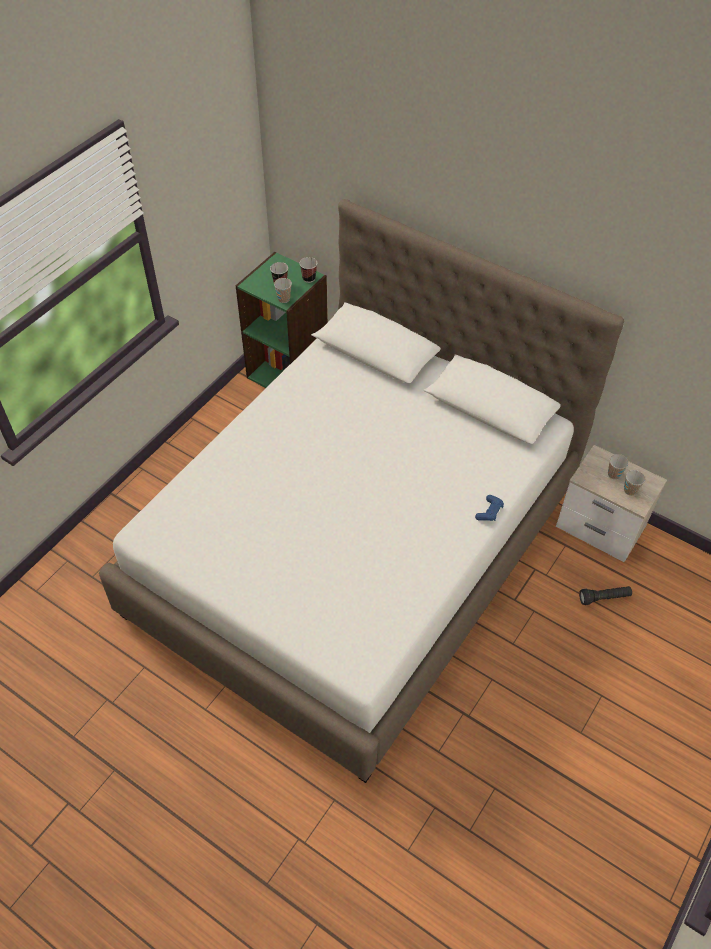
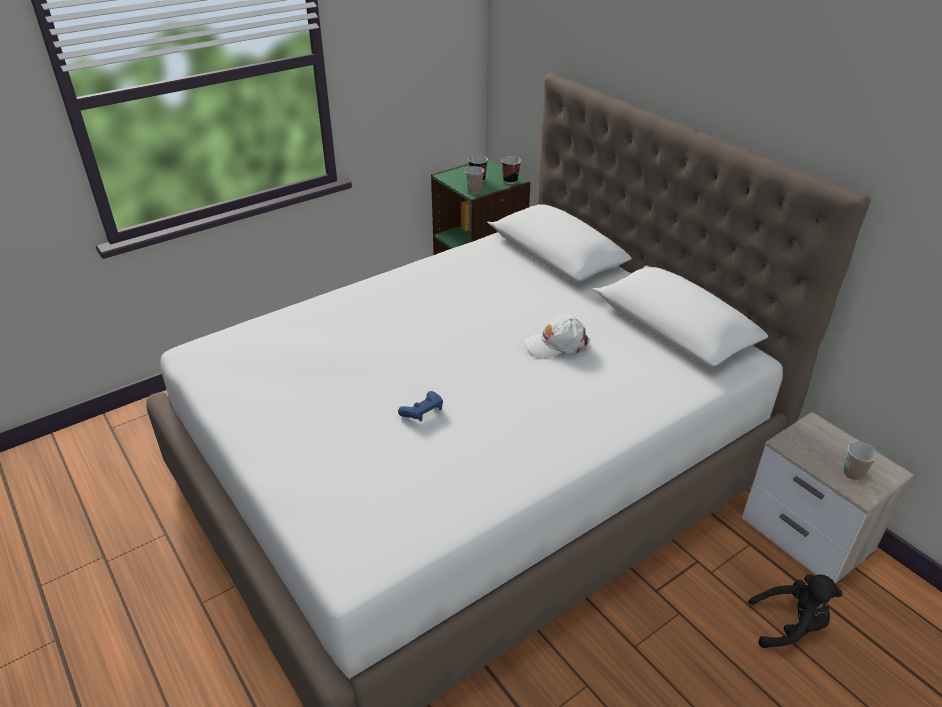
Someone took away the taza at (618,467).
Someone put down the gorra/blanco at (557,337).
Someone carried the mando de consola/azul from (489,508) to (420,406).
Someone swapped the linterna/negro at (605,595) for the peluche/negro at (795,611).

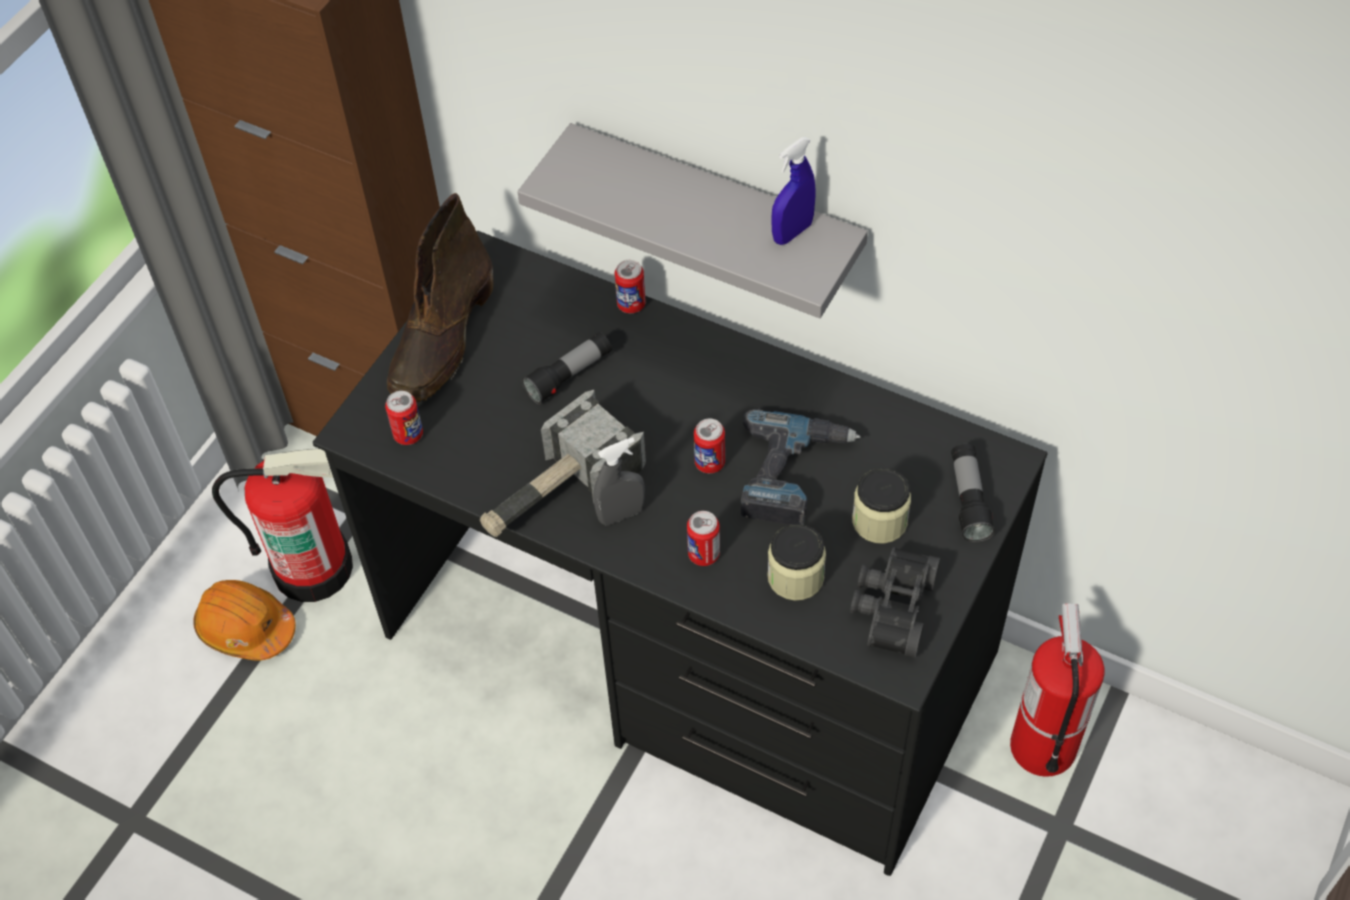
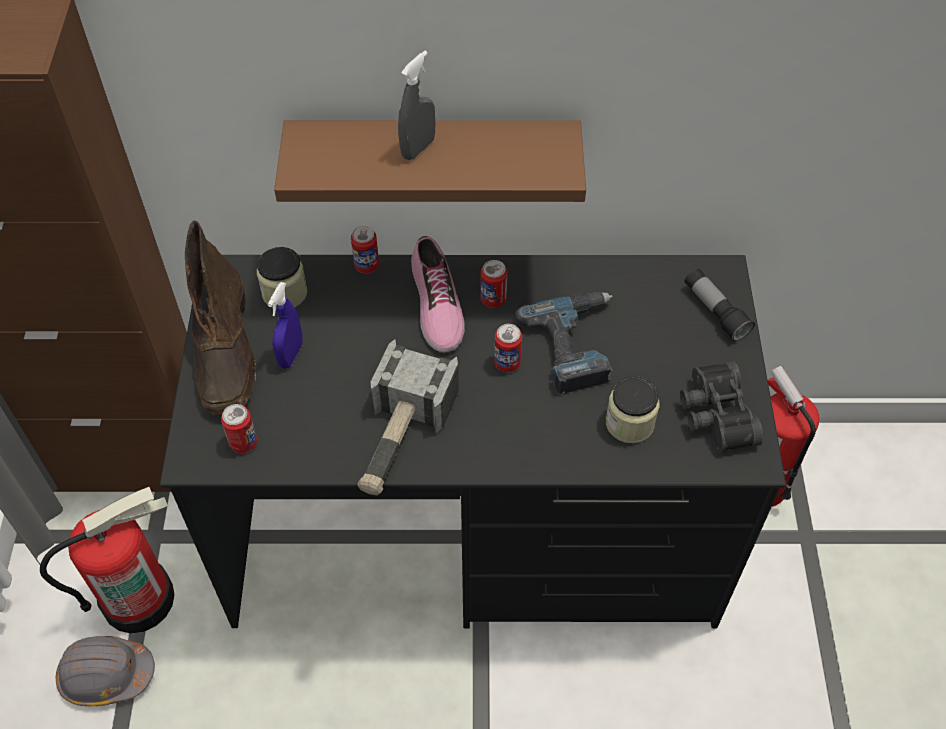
Someone took away the linterna at (567,368).
Someone put down the zapato at (438,294).
Someone carried the pulverizador/gris from (619,481) to (416,105).
Someone carried the lata from (703,538) to (494,284).
Someone carried the pulverizador/azul from (793,191) to (285,325).
Someone carried the tarro from (881,505) to (282,277).
Someone repainted the casco/naranja at (244,620), which became the casco/gris at (105,671).
Someone repainted the estante/gris at (693,220), which became the estante/marrón at (430,161).

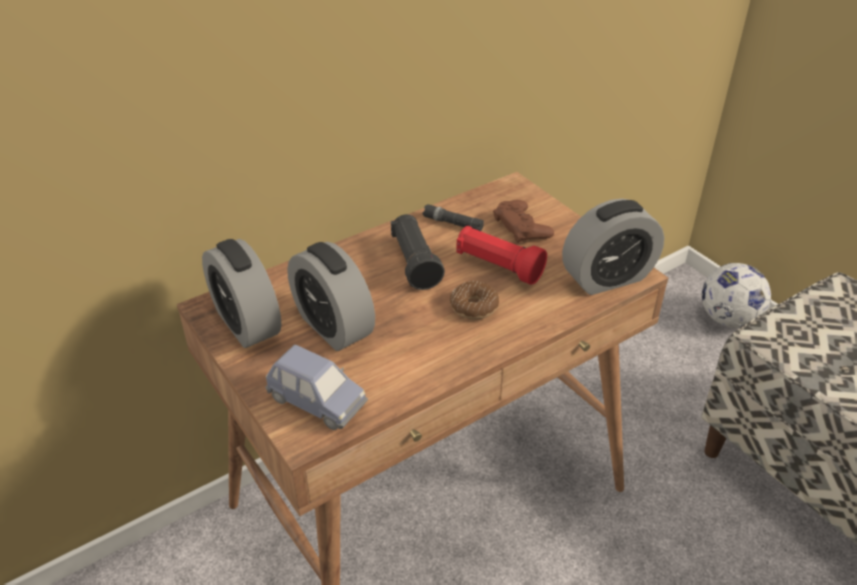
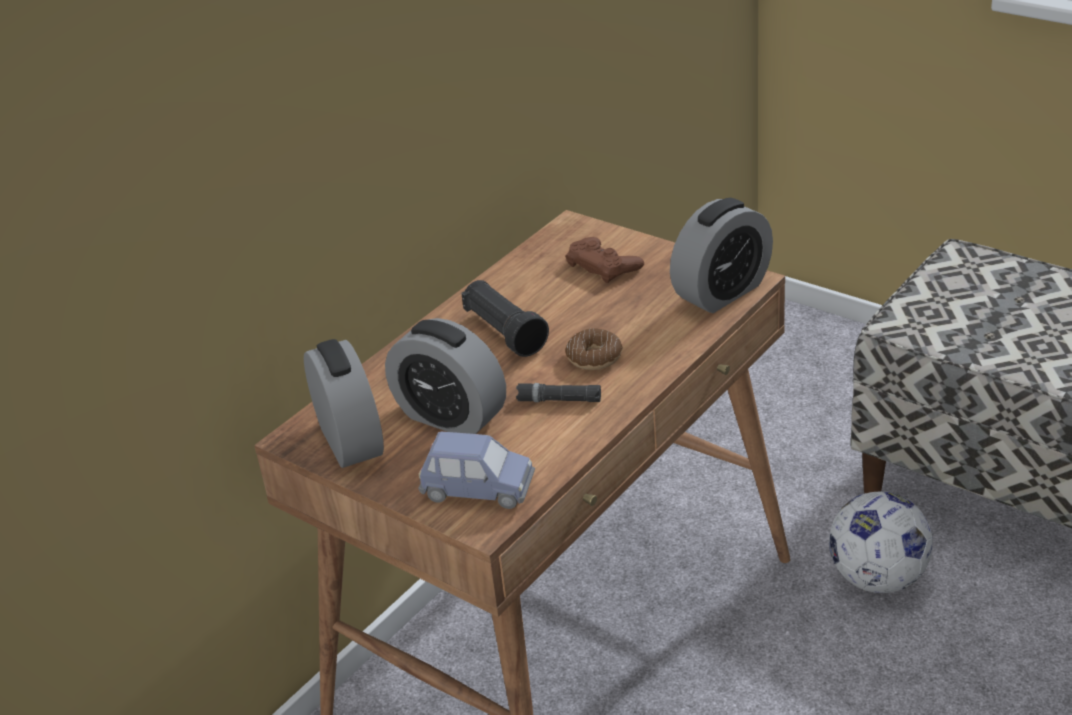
Someone took away the linterna/rojo at (501,255).
Someone carried the linterna/negro from (453,217) to (558,392).
Someone carried the balón de fútbol from (736,295) to (881,542).
Someone rotated the despertador at (242,293) by 150 degrees counterclockwise.

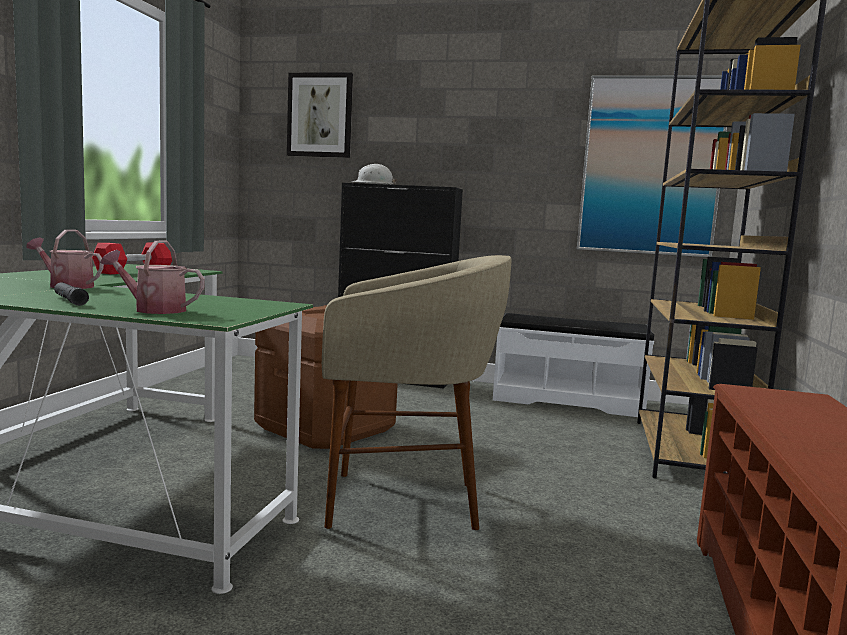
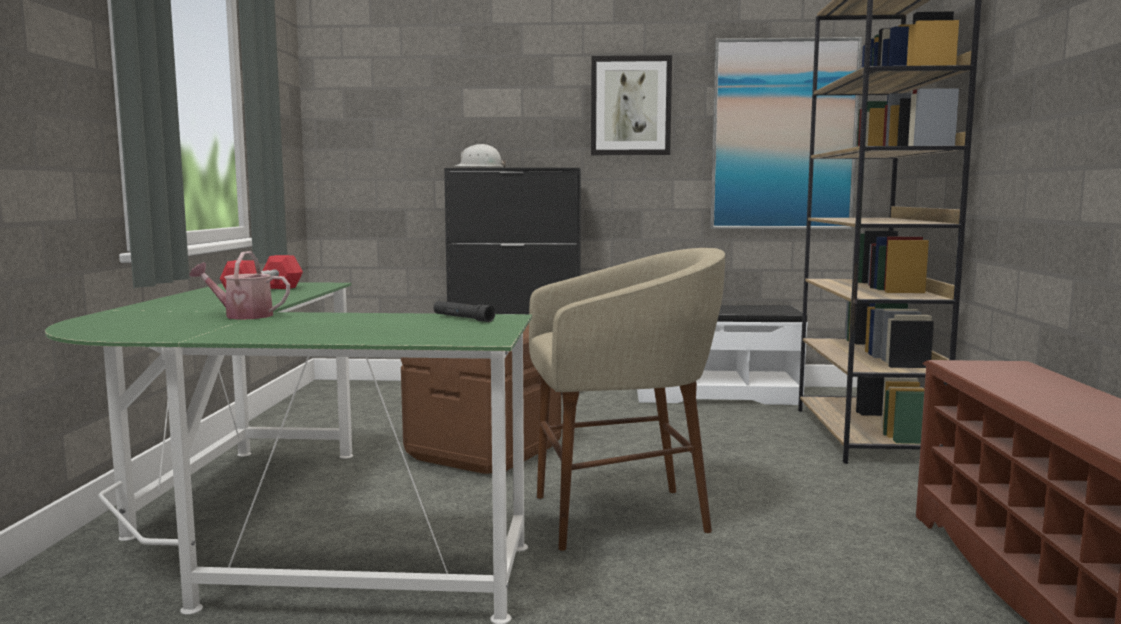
Someone took away the regadera at (152,277).
Someone carried the linterna/negro from (71,294) to (464,311).
Someone carried the cuadro from (320,115) to (631,105).

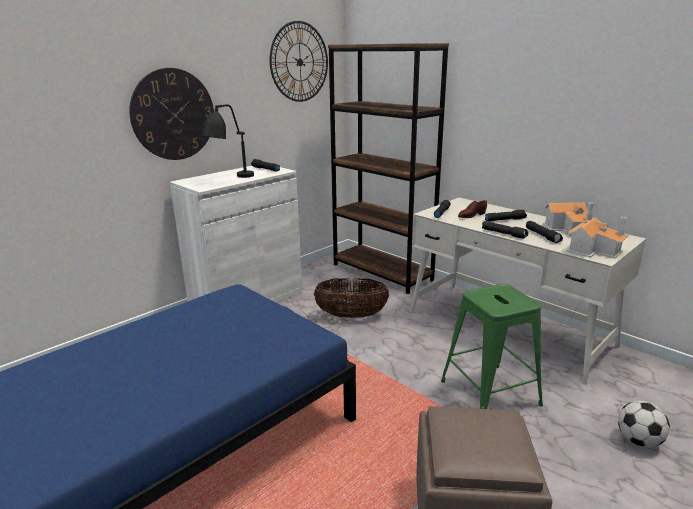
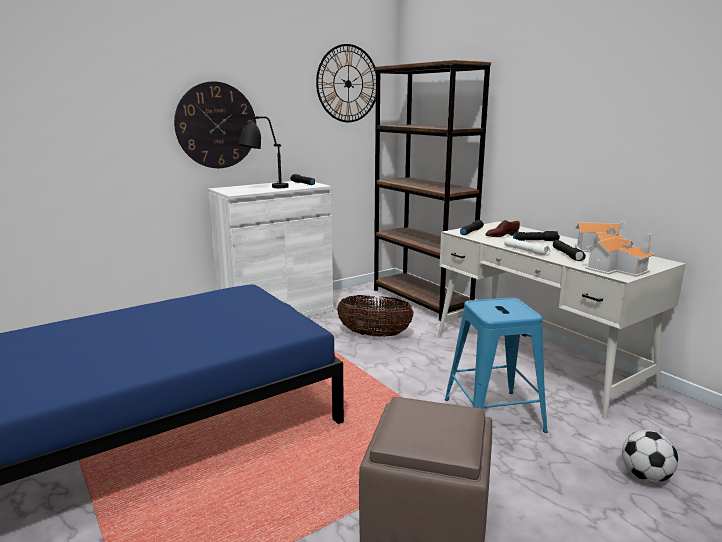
Someone repainted the taburete/verde at (492,346), which became the taburete/azul at (496,365).
Someone repainted the linterna/negro at (505,230), which became the linterna/blanco at (527,247).

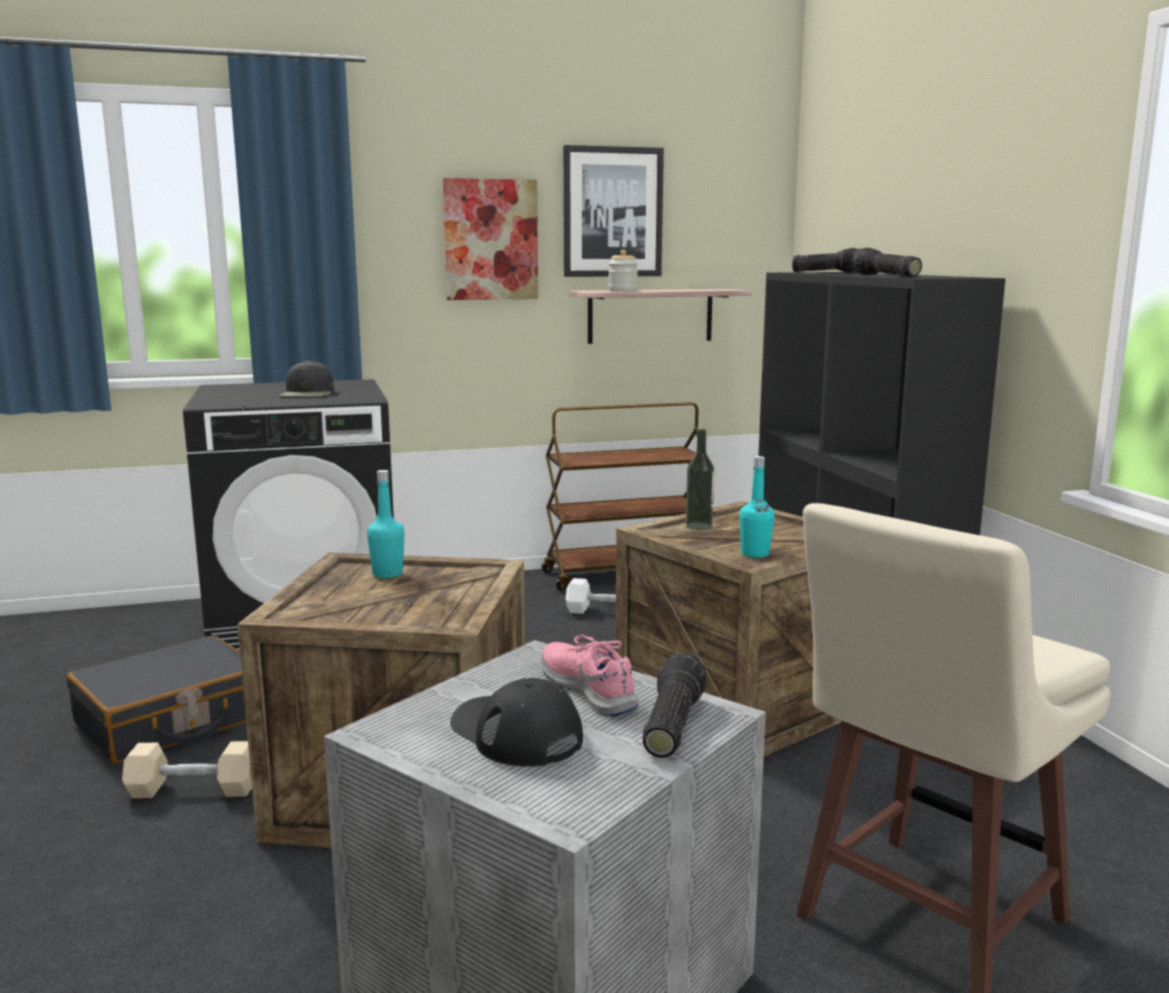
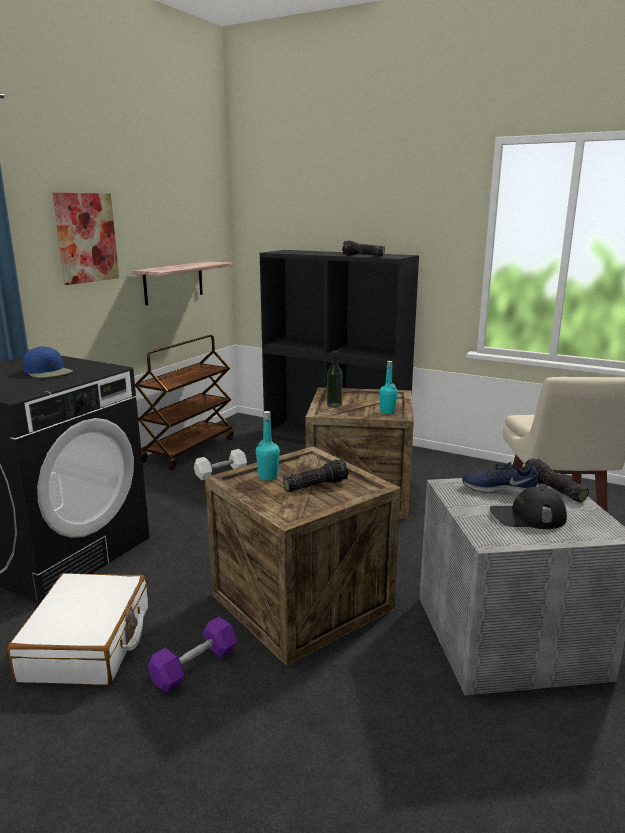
Someone took away the cuadro at (613,211).
Someone took away the tarro at (623,270).
Someone carried the linterna from (825,260) to (316,475).
Someone repainted the maleta/negro at (156,699), which became the maleta/blanco at (78,629).
Someone repainted the mancuerna/beis at (187,769), which became the mancuerna/morado at (192,655).
Someone repainted the gorra/negro at (307,378), which became the gorra/azul at (48,362).
Someone repainted the zapato/rosa at (590,676), which became the zapato/azul at (500,478).

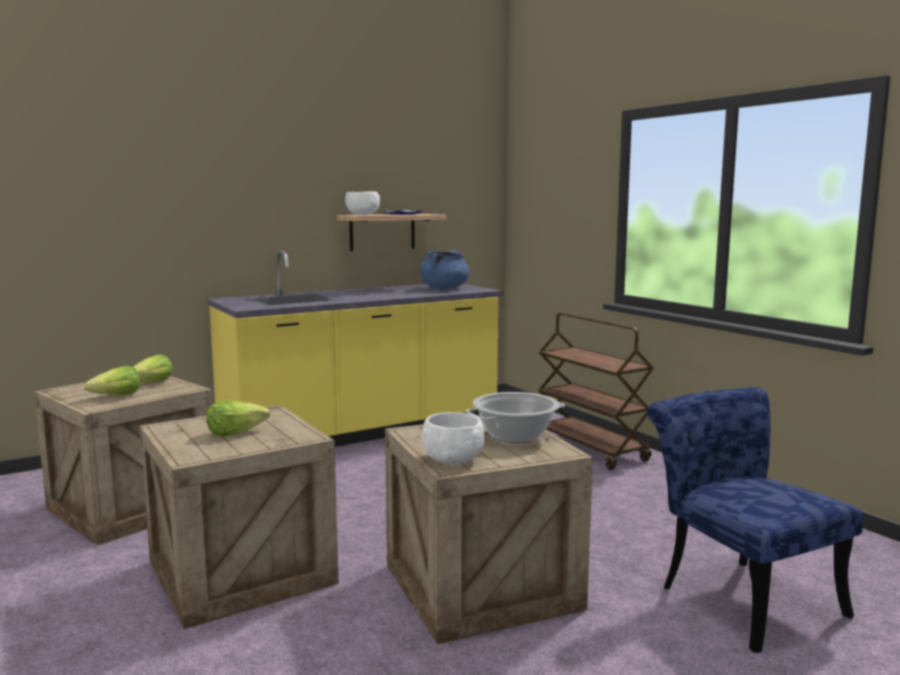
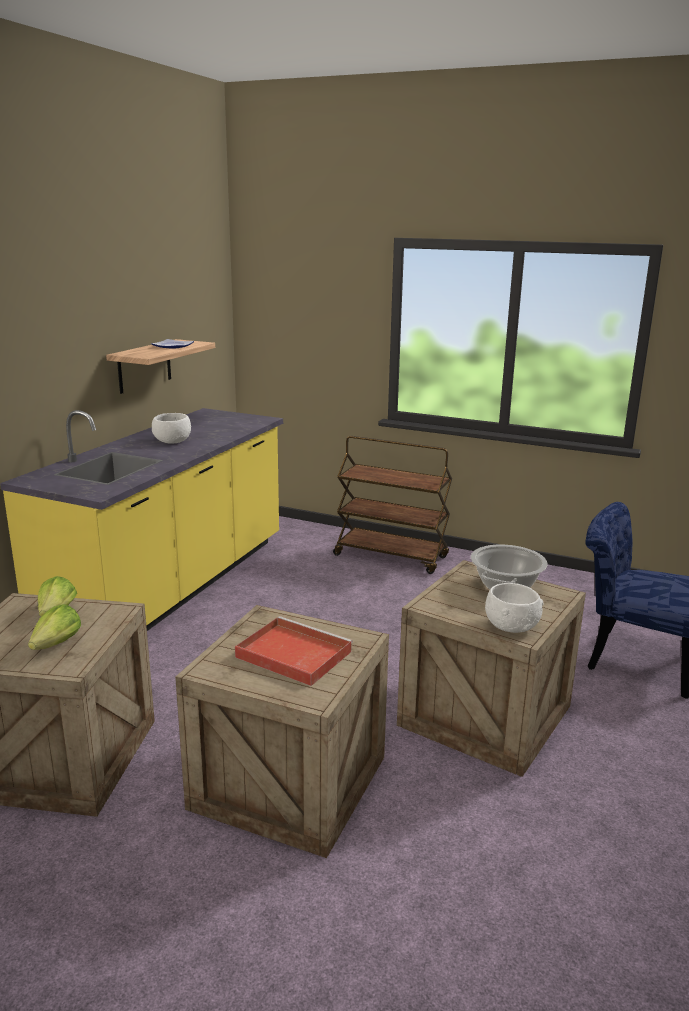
Someone took away the olla/azul at (444,269).
Someone carried the cuenco/blanco from (362,203) to (171,428).
Someone swapped the lechuga at (238,418) for the bandeja/rojo at (294,651).

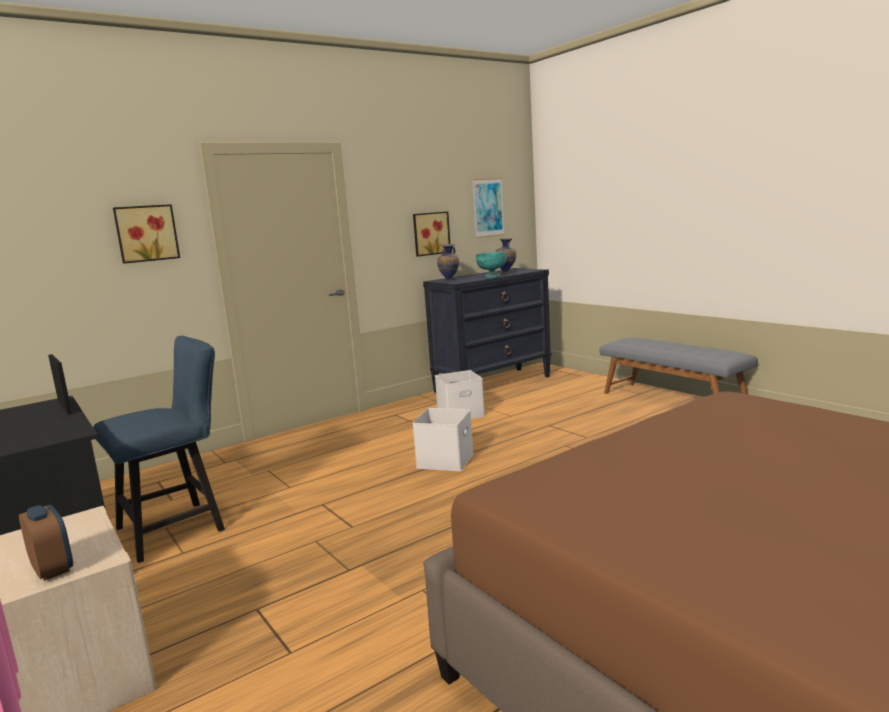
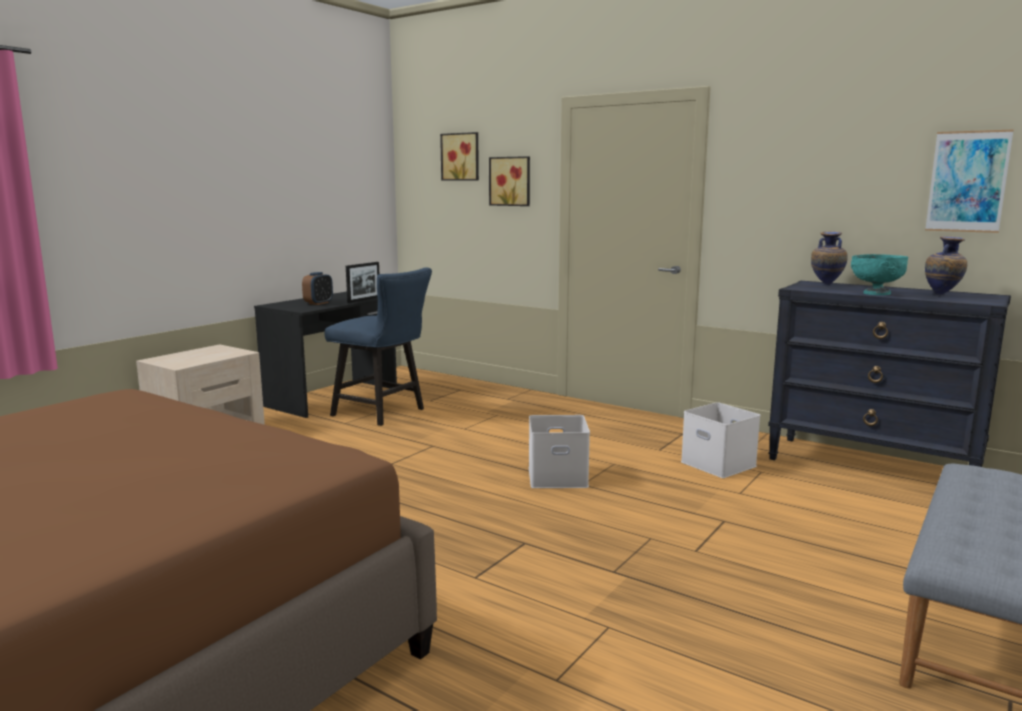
Someone carried the despertador from (46,543) to (317,288).
Someone carried the cuadro from (431,234) to (459,156).

